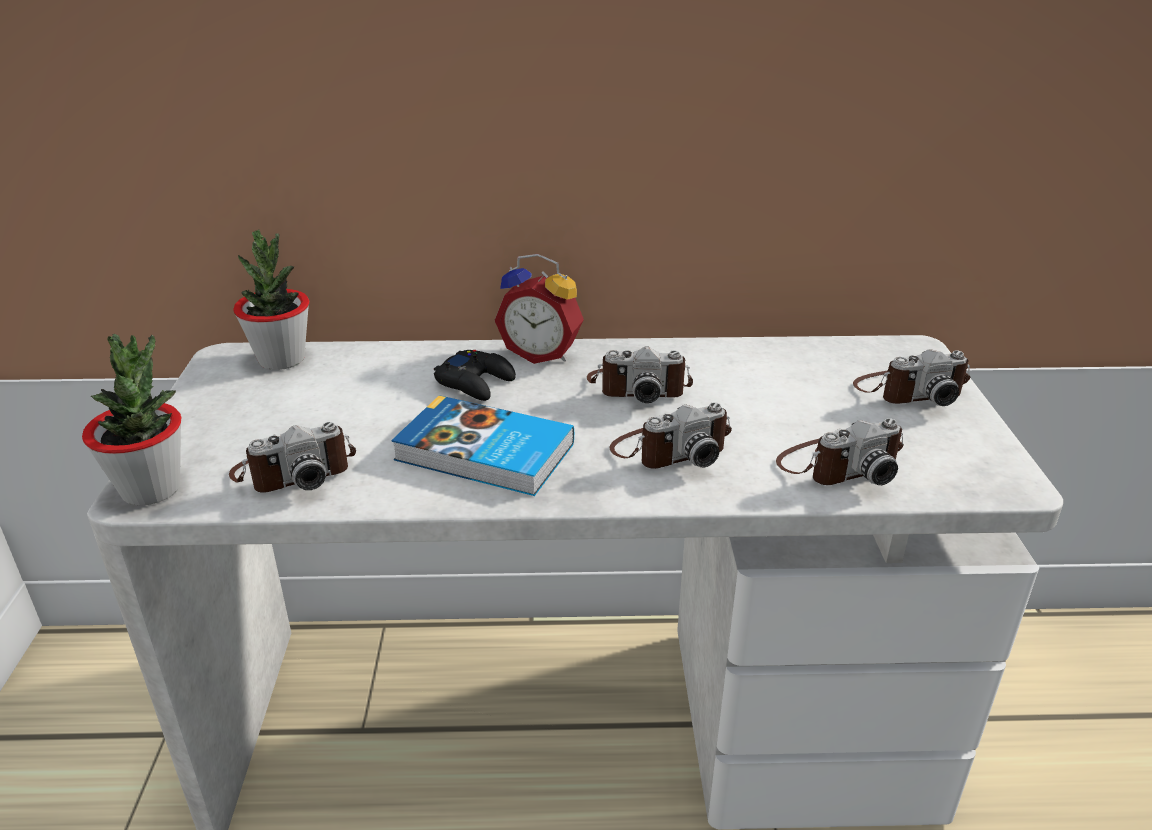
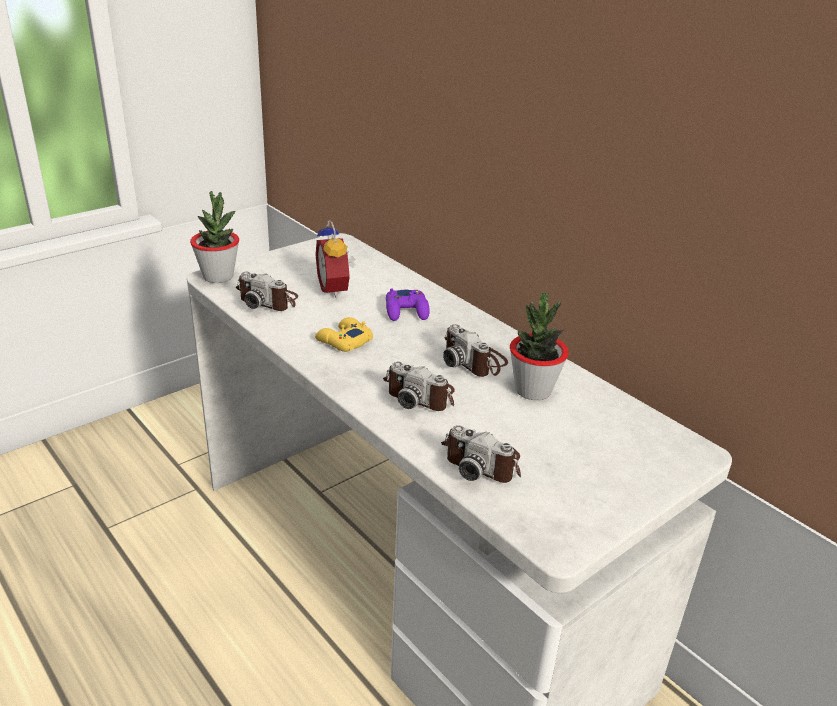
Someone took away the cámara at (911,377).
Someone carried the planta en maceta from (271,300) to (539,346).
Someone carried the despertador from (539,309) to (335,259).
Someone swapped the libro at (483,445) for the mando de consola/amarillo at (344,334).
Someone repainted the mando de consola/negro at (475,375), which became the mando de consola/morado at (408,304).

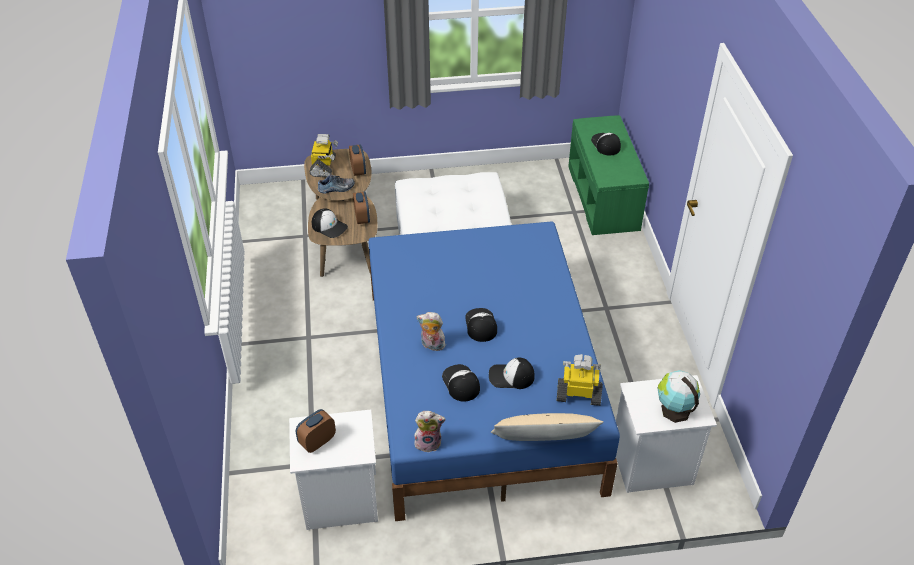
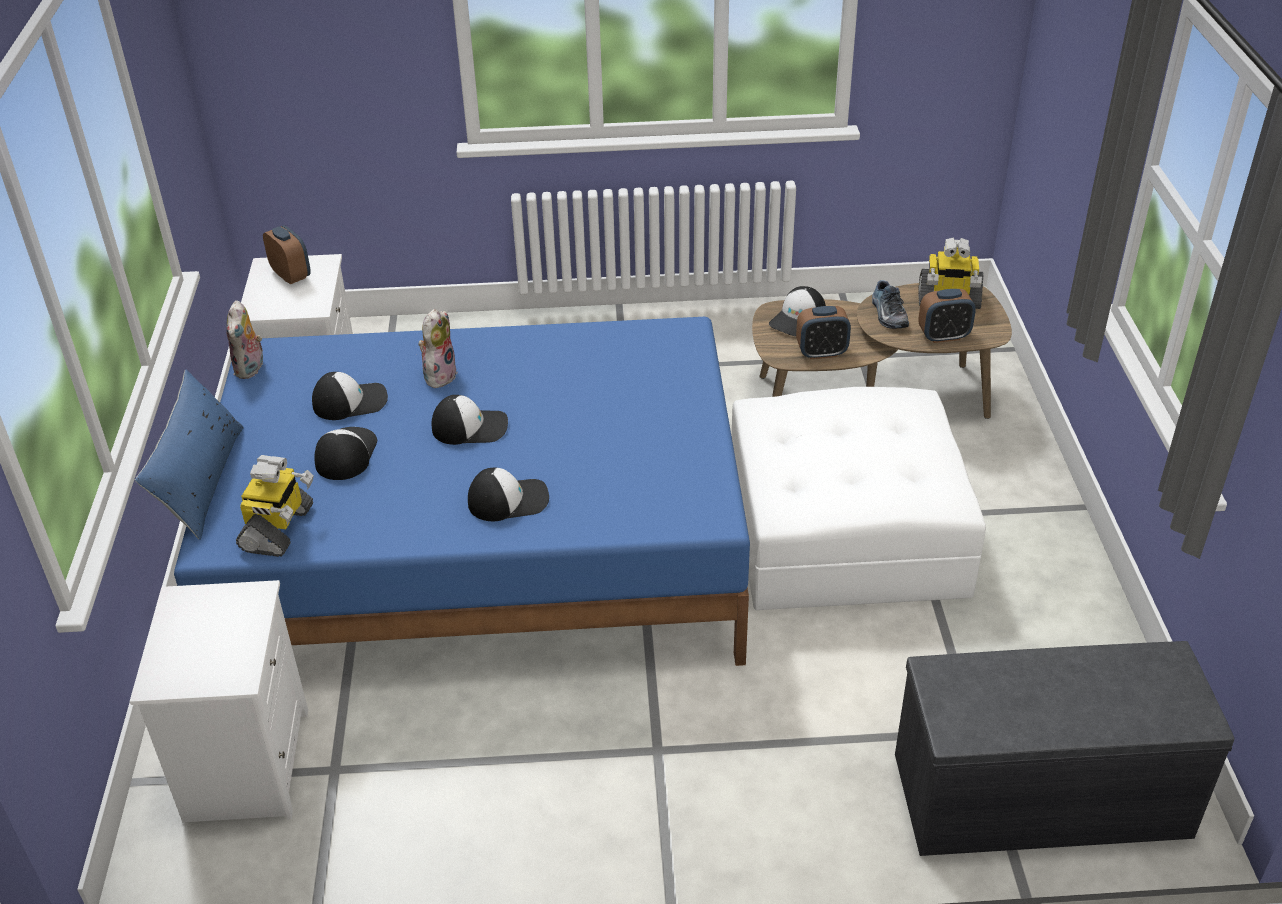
Someone took away the globo terráqueo at (679,396).
Someone carried the gorra from (606,144) to (508,494).
Someone repainted the cojín/beis at (547,427), which became the cojín/azul at (189,455).
Someone repainted the banco/verde at (608,175), which became the banco/gris at (1064,748).

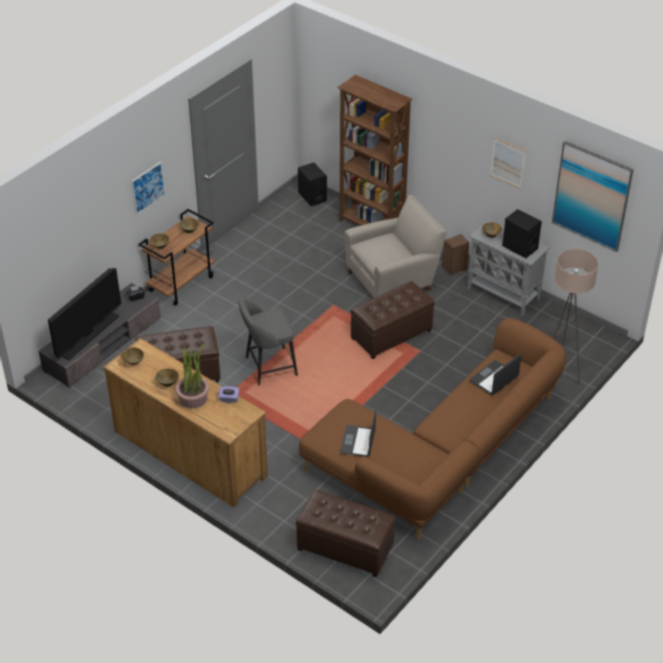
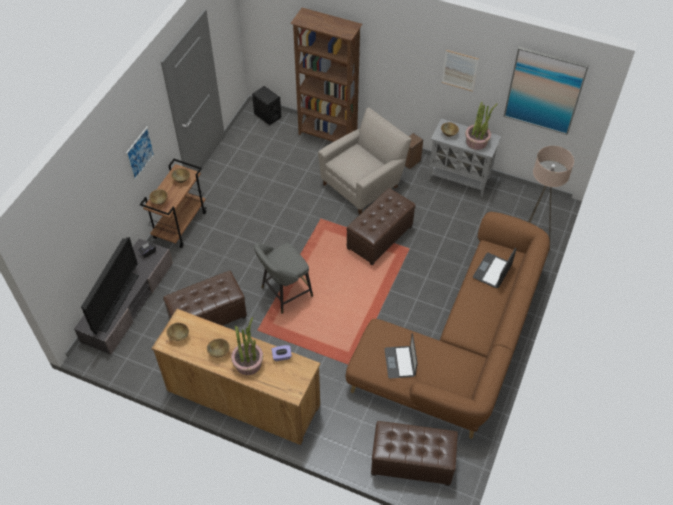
Someone swapped the altavoz/negro at (522,233) for the planta en maceta at (481,126).

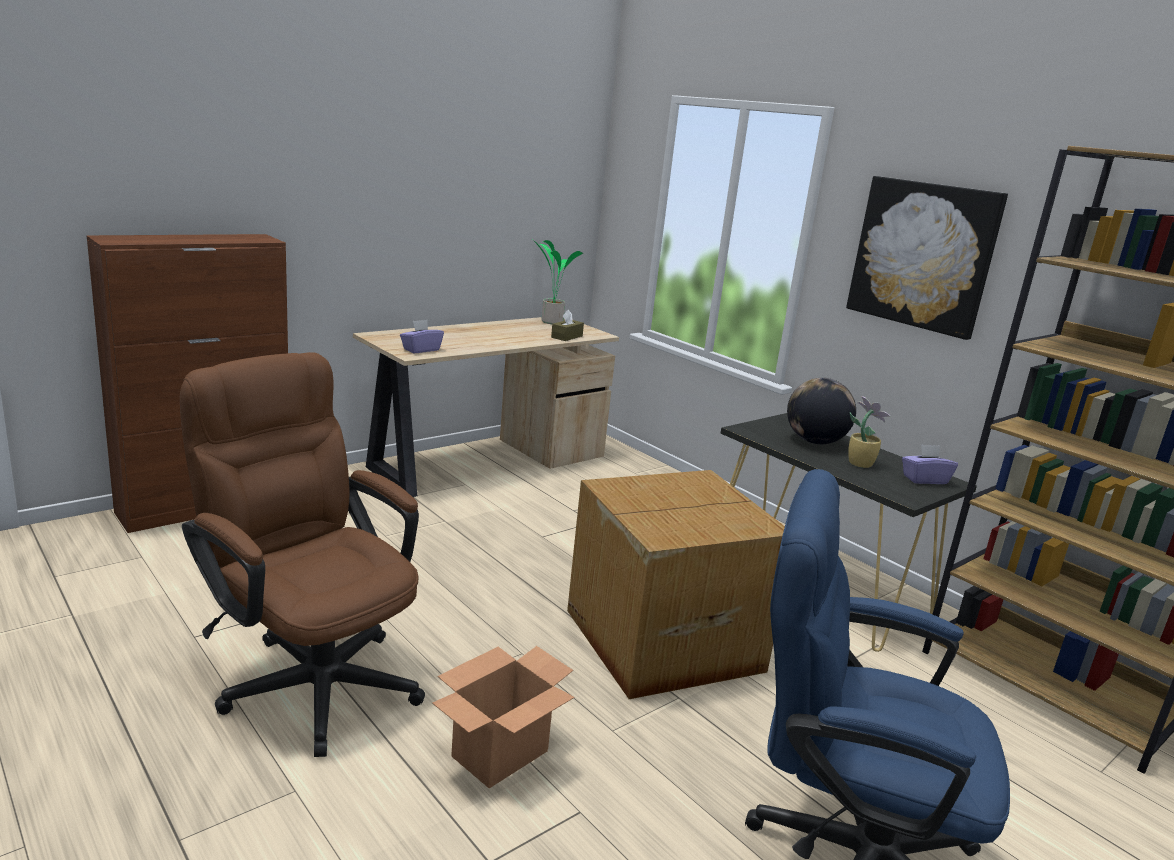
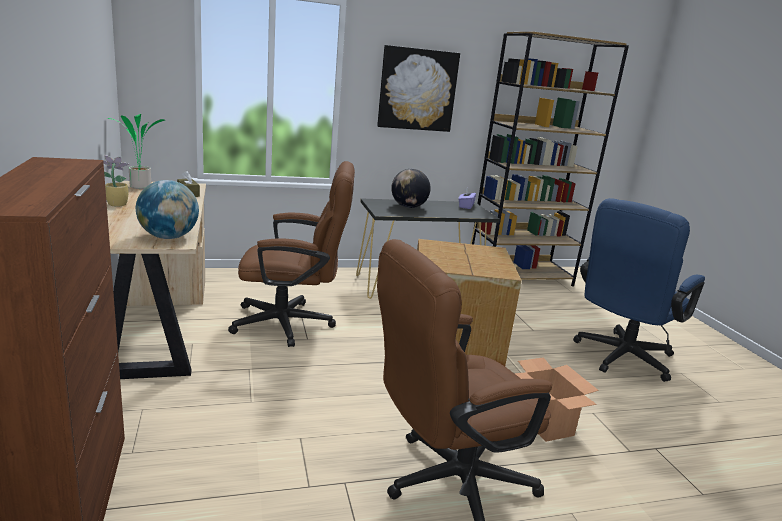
Someone put down the silla de oficina/marrón at (291,254).
Someone carried the planta en maceta from (869,432) to (116,181).
Someone swapped the caja de pañuelos/morado at (422,336) for the globo terráqueo at (167,209).

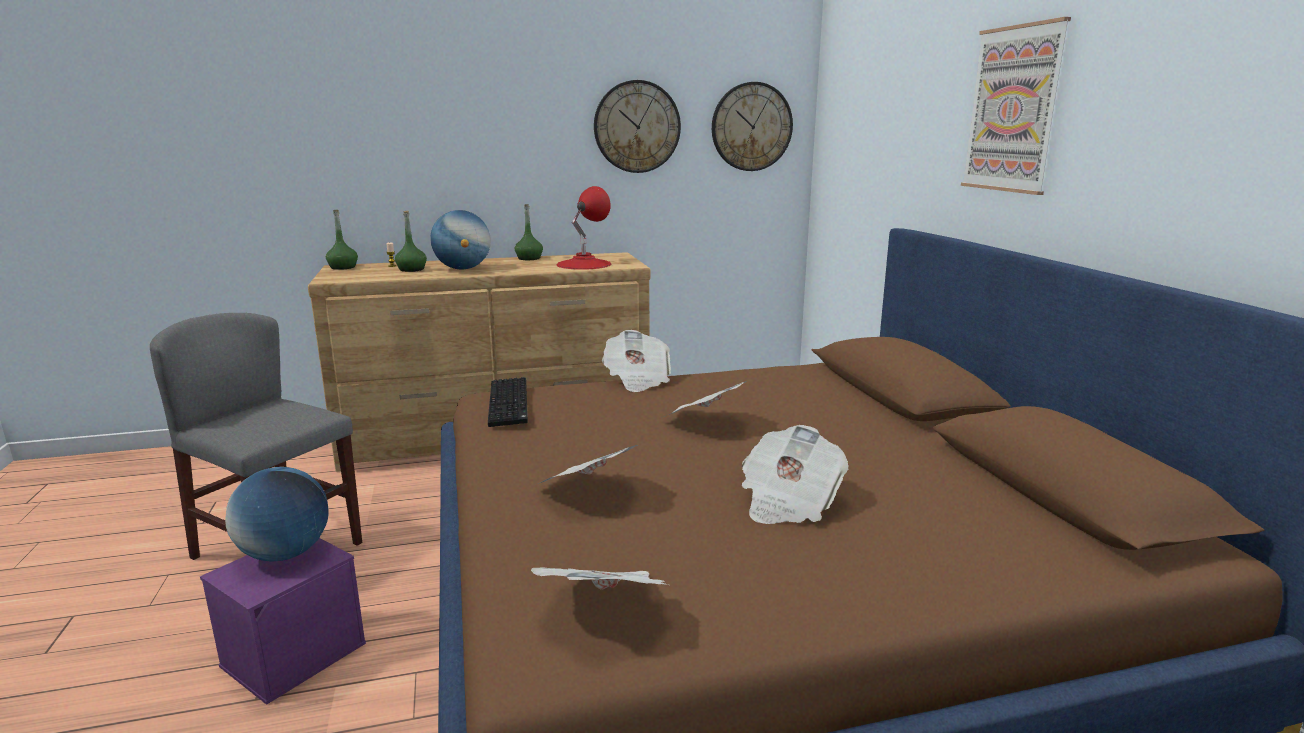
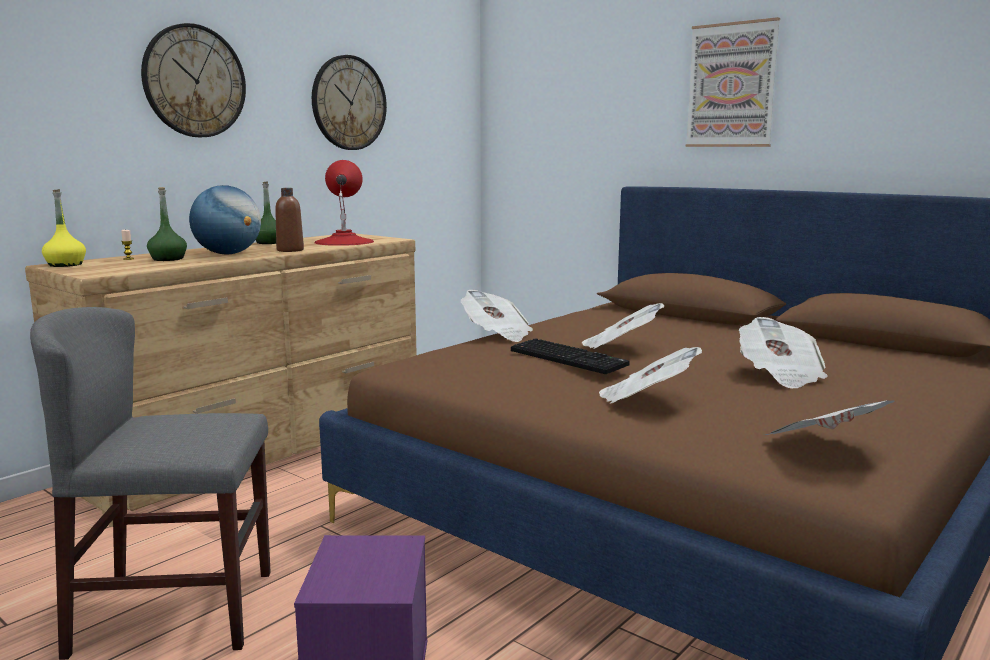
Someone took away the globo terráqueo at (277,514).
Someone put down the botella/marrón at (289,220).
Someone carried the teclado from (508,402) to (570,356).
Someone carried the reloj de pared from (752,126) to (193,80).
Someone repainted the botella/verde at (342,240), which became the botella/amarillo at (64,228).

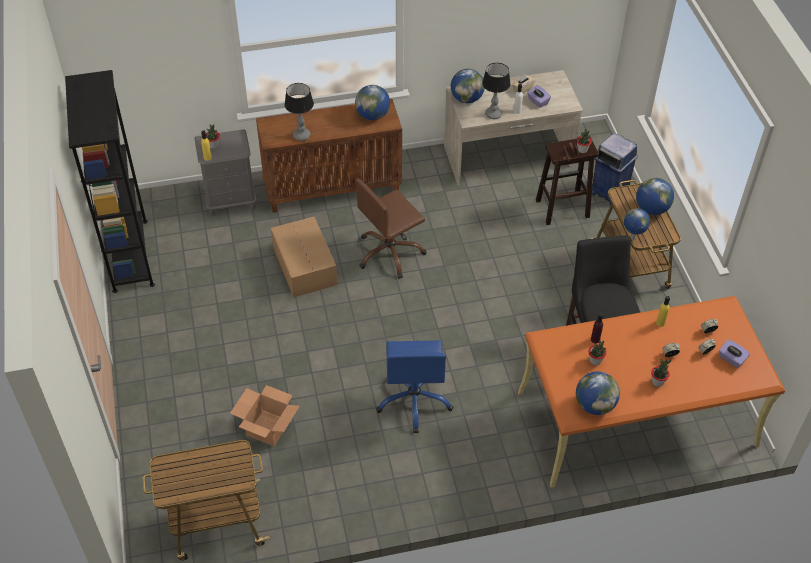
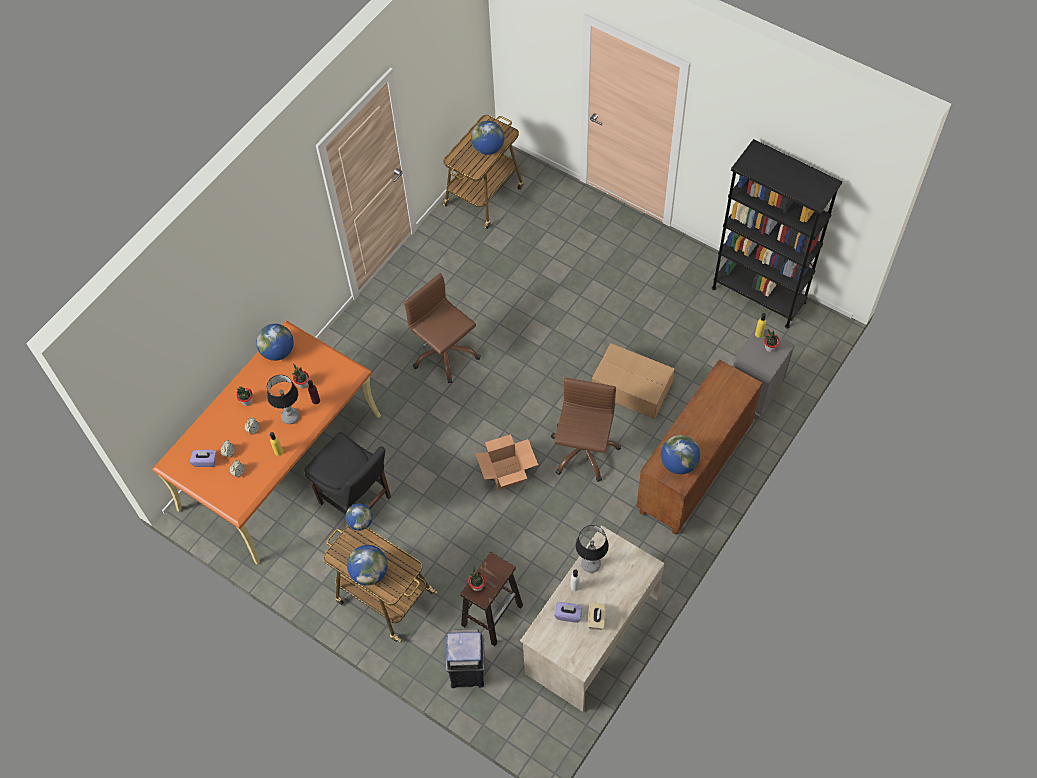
Someone carried the caja de cartón from (265,415) to (506,462).
Someone carried the lámpara de mesa from (299,112) to (283,399).
Someone carried the globo terráqueo from (468,86) to (487,138).
Someone repainted the silla de oficina/azul at (415,386), which became the silla de oficina/marrón at (442,328).

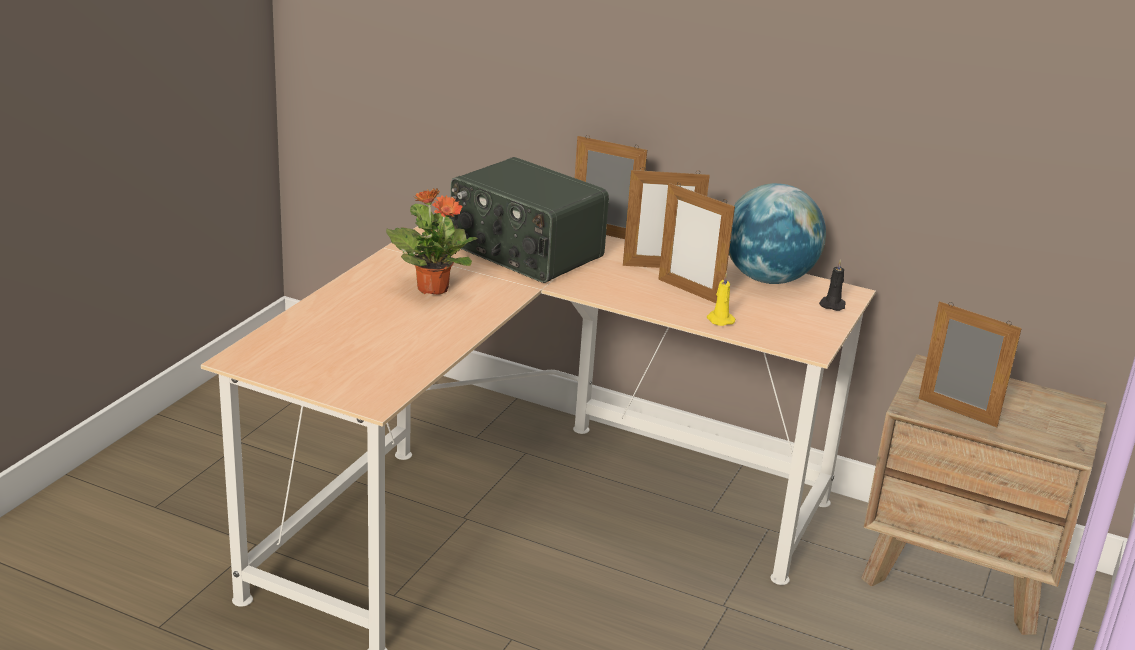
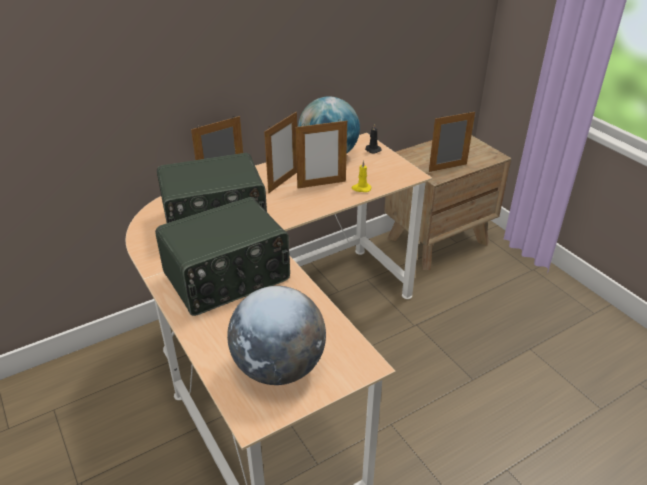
Someone put down the globo terráqueo at (276,335).
Someone swapped the planta en maceta at (431,241) for the radio at (222,256).

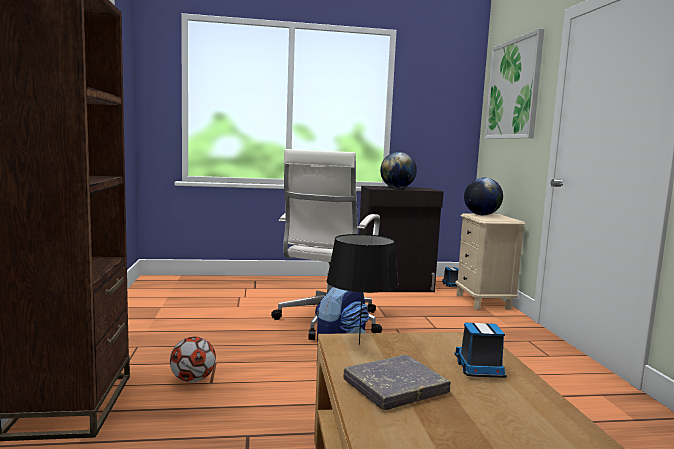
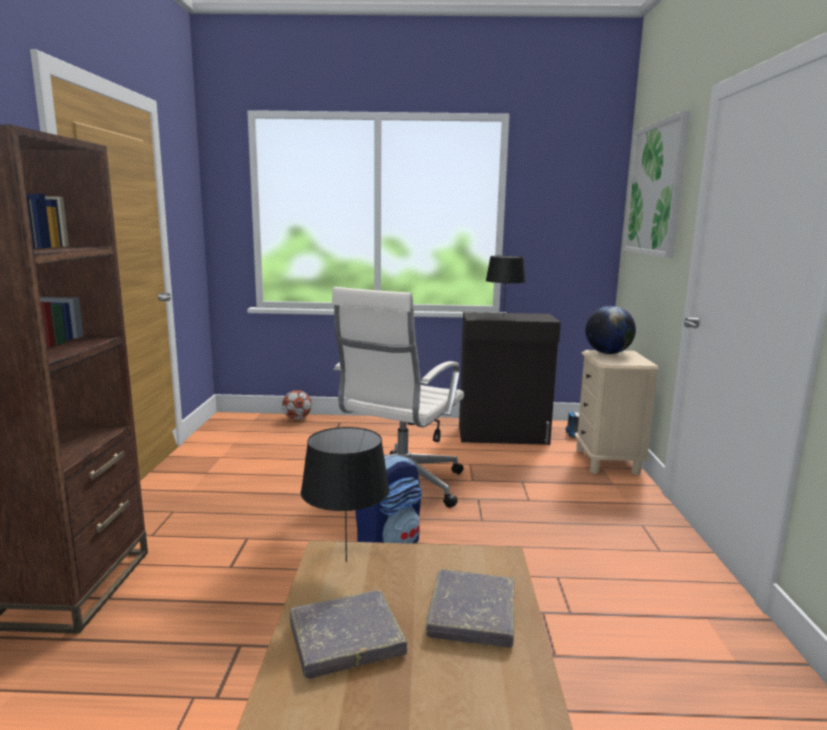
Someone carried the balón de fútbol from (193,359) to (297,404).
Someone swapped the globo terráqueo at (398,170) for the lámpara de mesa/negro at (506,286).
Someone swapped the camión de juguete at (480,350) for the libro/gris at (470,608).

